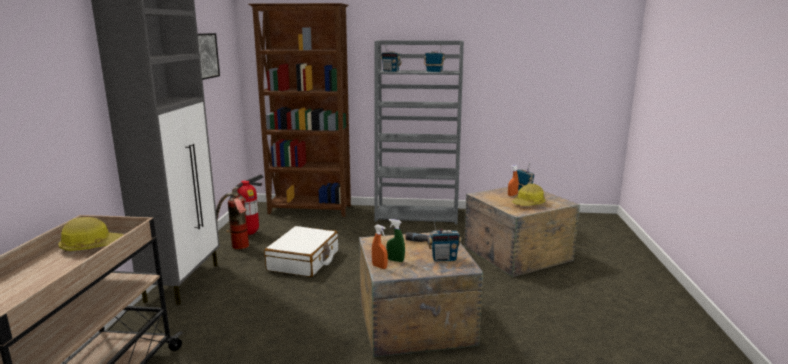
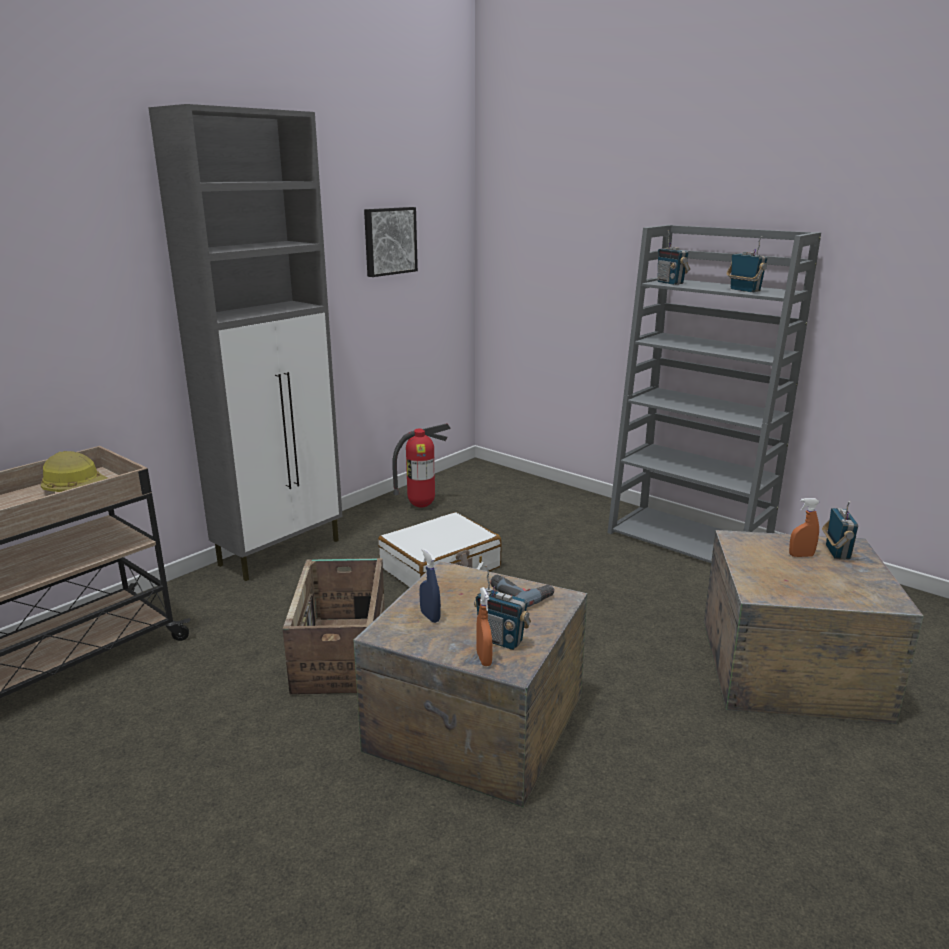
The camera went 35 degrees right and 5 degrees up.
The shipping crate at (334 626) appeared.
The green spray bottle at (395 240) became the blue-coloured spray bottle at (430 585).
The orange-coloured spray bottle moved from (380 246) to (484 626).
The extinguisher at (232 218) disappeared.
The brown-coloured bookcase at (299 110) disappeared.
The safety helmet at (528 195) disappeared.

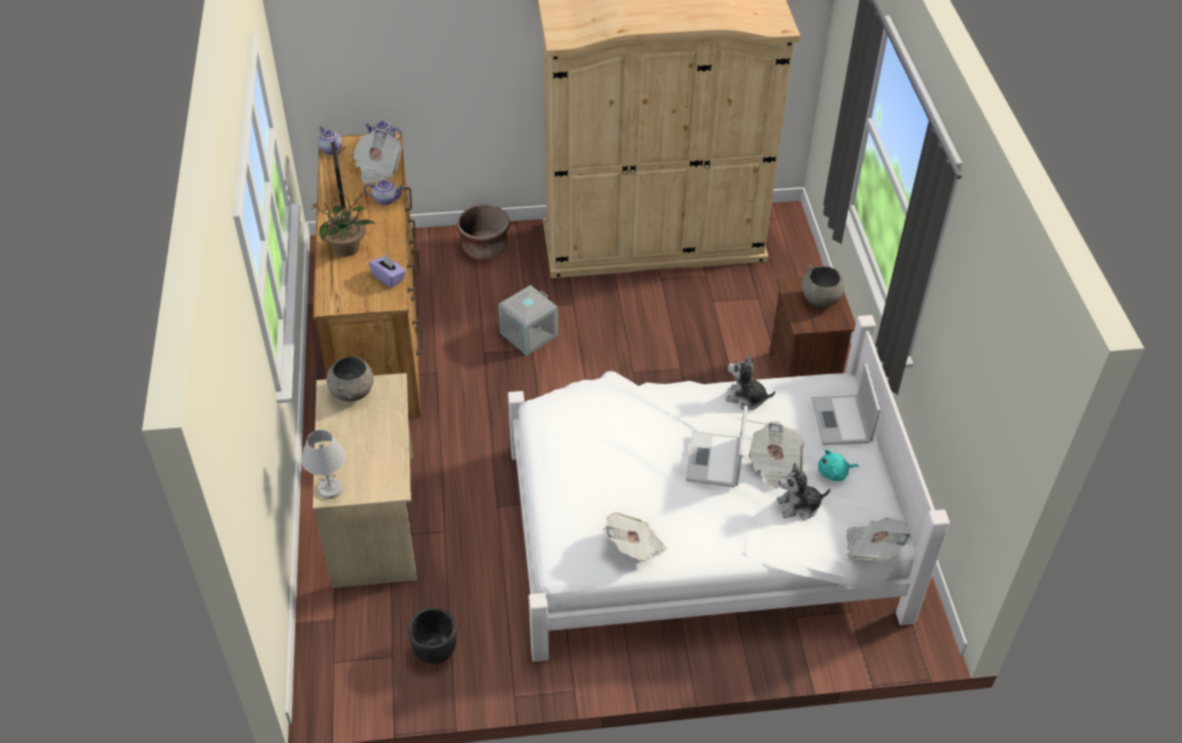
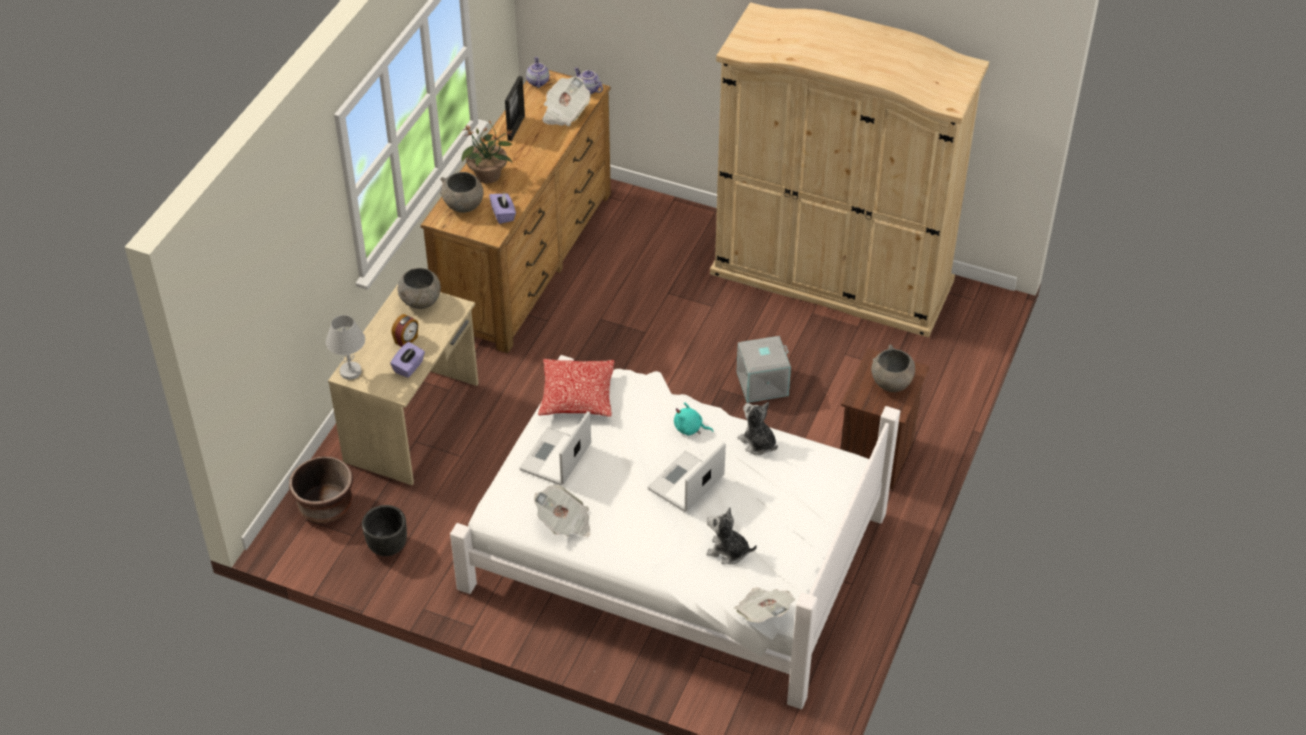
The camera went 30 degrees right and 0 degrees up.
The brown-coloured flower pot moved from (483 232) to (321 489).
The purplish box of tissues at (407 360) appeared.
The table clock at (404 330) appeared.
The grey serving bowl at (461 192) appeared.
The notebook computer moved from (845 404) to (555 448).
The throw pillow at (576 388) appeared.
The blue-green soft toy moved from (838 465) to (694 418).
The grey storage container moved from (528 320) to (763 369).
The teapot at (384 192) disappeared.
The printed paper at (776 455) disappeared.

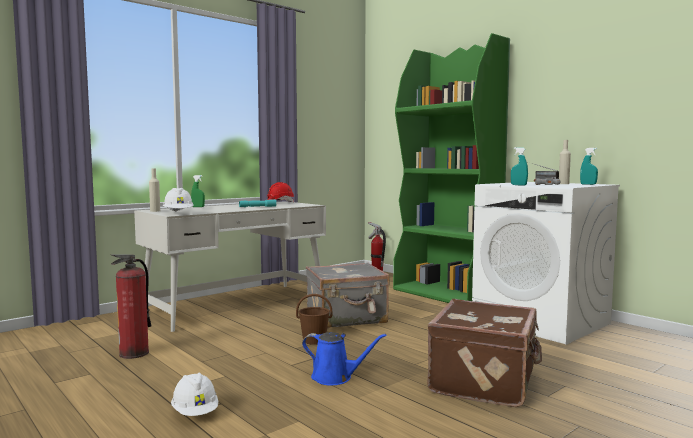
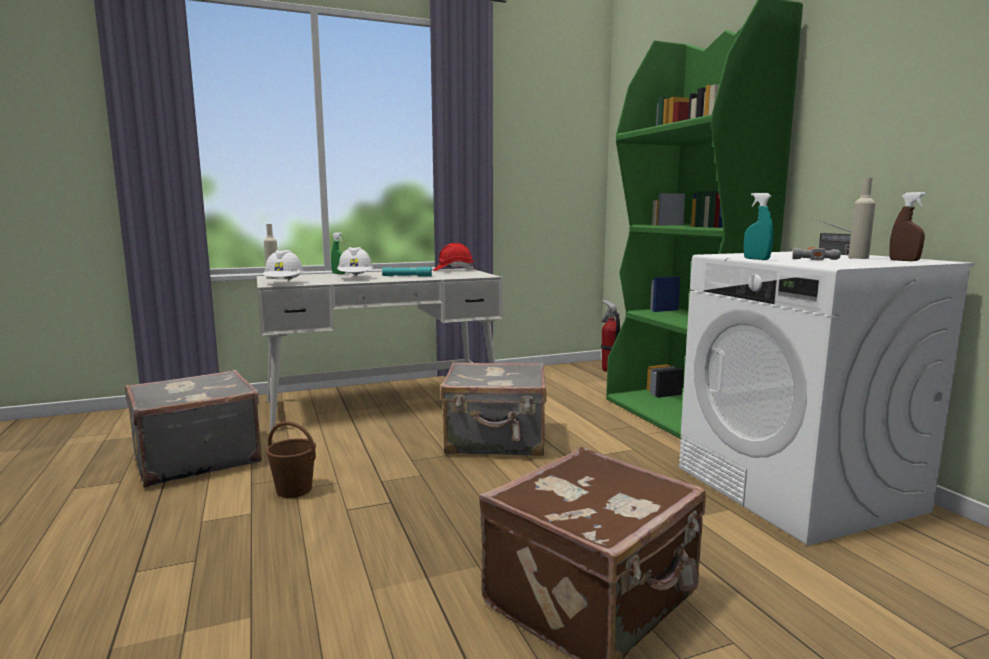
The camera went 20 degrees right and 5 degrees up.
The extinguisher at (131 307) was replaced by the grey travel case at (193 428).
The brown-coloured bucket moved from (314 319) to (291 459).
The whitish safety helmet moved from (194 394) to (355 261).
The blue-green spray bottle at (589 166) became the brown-coloured spray bottle at (907 226).
The blue-coloured watering can at (344 358) disappeared.

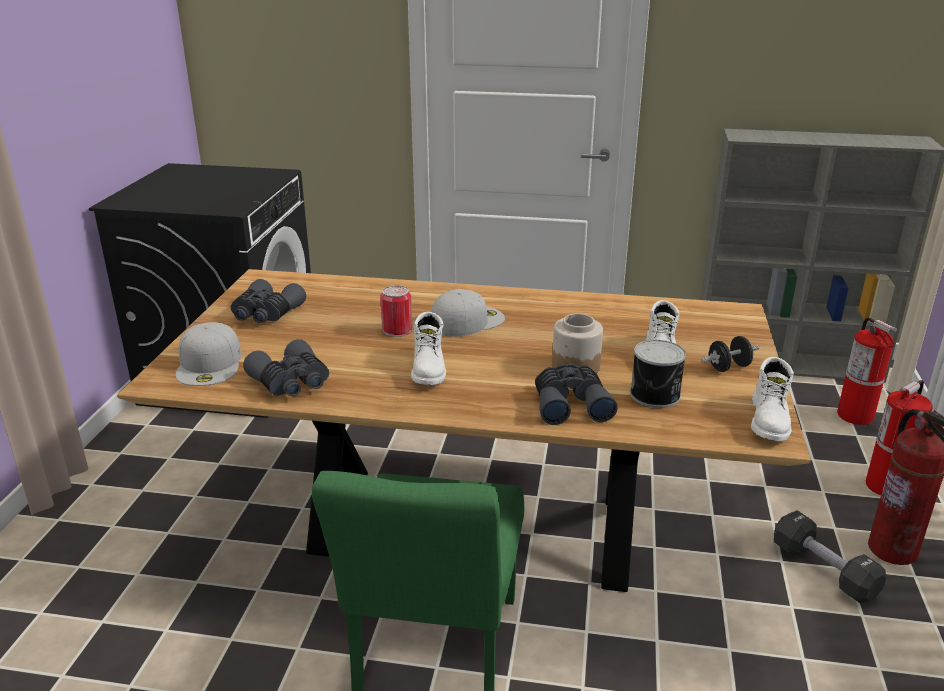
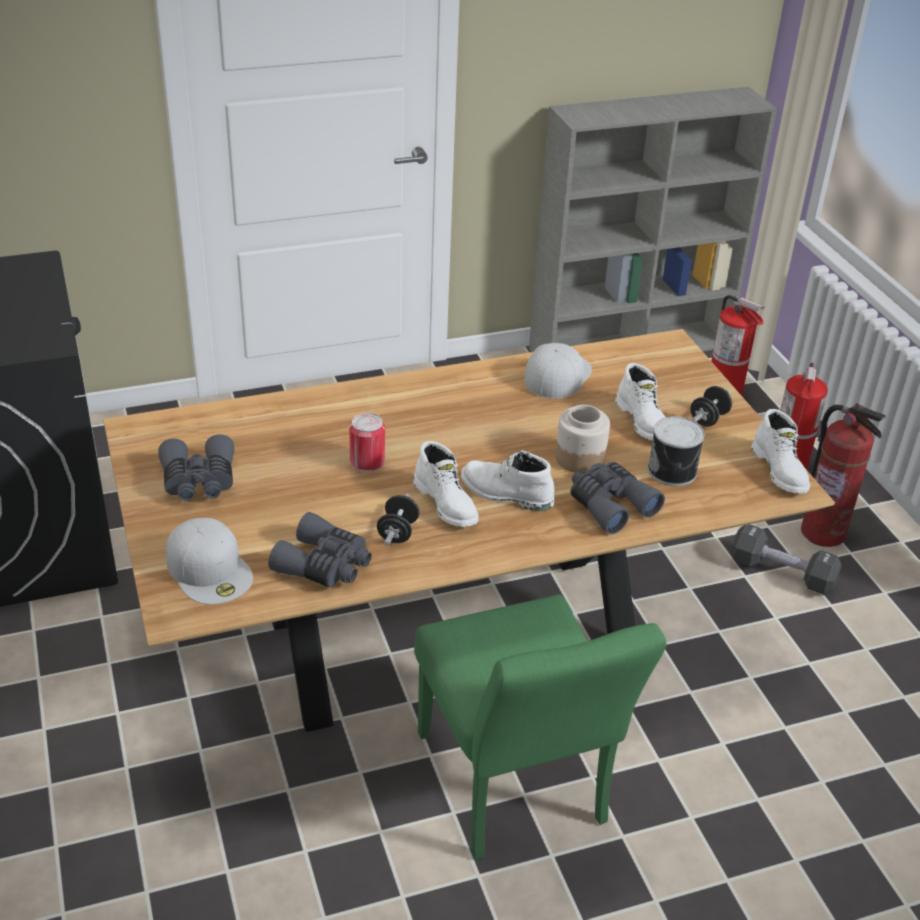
The camera went 30 degrees left and 10 degrees up.
The black-coloured free weight at (398 519) appeared.
The whitish high-top boot at (507 480) appeared.
The whitish baseball cap moved from (468 313) to (558 371).

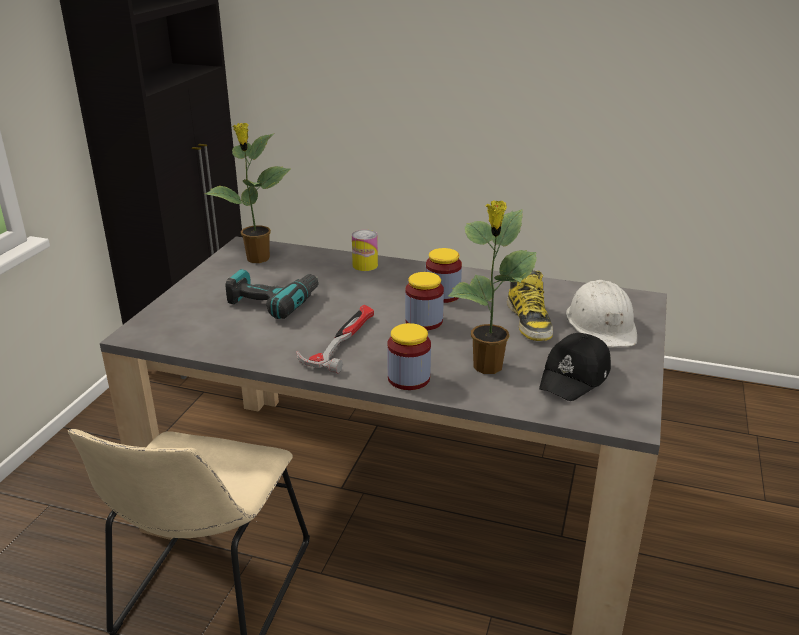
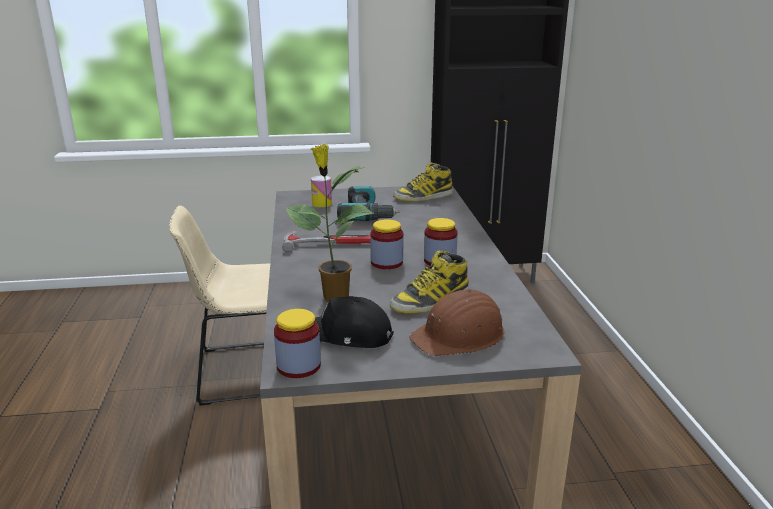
The camera went 65 degrees right and 5 degrees down.
The preserve jar moved from (409 356) to (297 343).
The sealed can moved from (365 250) to (321 191).
The plant in a pot at (247 193) was replaced by the high-top boot at (423 182).
The whitish safety helmet at (601 313) became the brown-coloured safety helmet at (456 322).

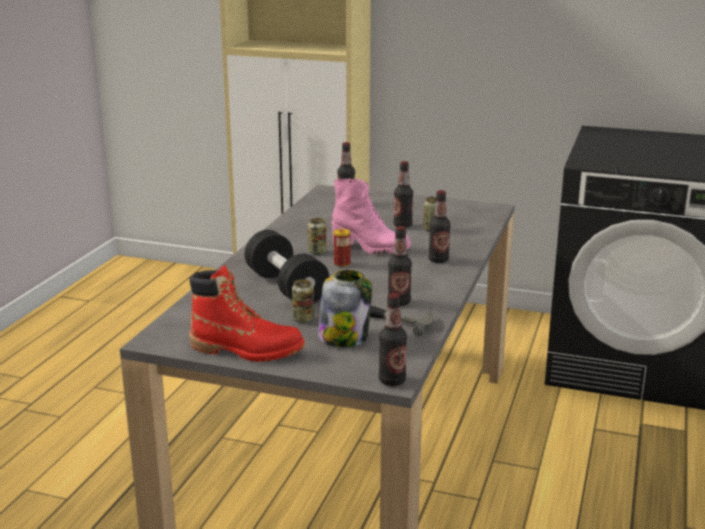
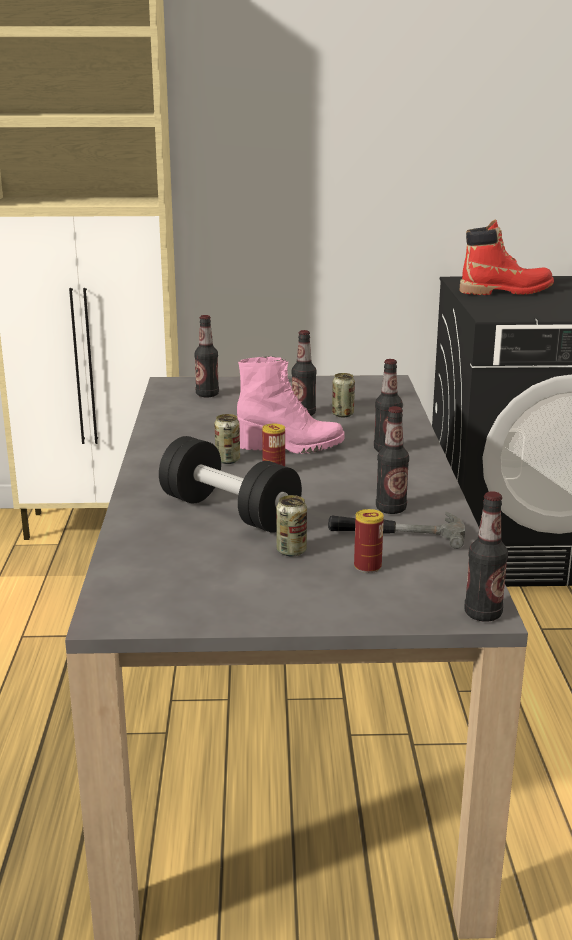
The camera went 20 degrees left and 0 degrees up.
The preserve jar at (345 308) was replaced by the sealed can at (369 541).
The red high-top boot moved from (247 313) to (506 257).

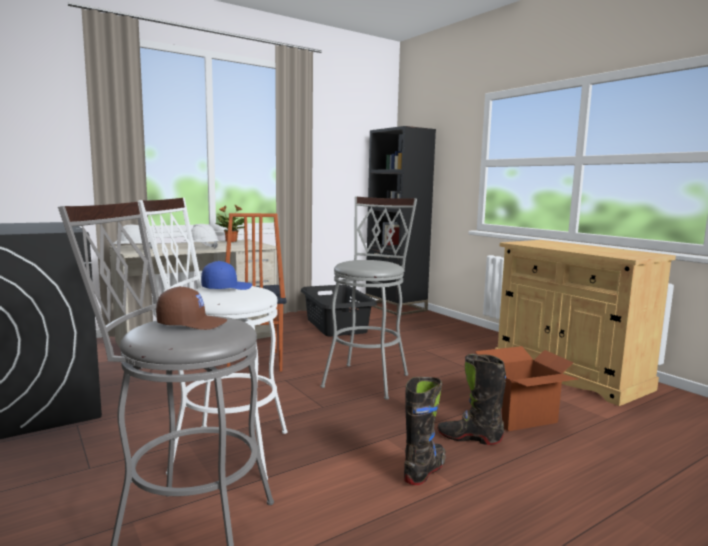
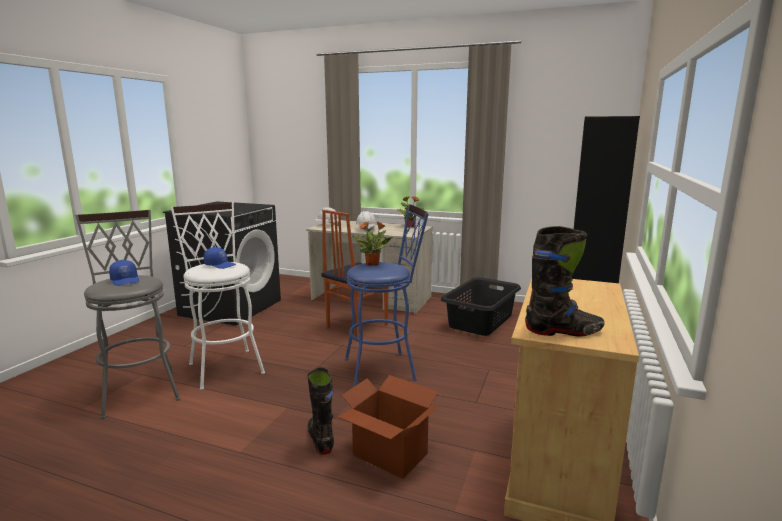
The camera went 55 degrees right and 5 degrees up.
The brown-coloured baseball cap at (191 308) became the blue-coloured baseball cap at (124 273).
The grey stool seat at (369 298) became the blue-coloured stool seat at (387 295).
The plant in a pot at (372 243) appeared.
The black-coloured high-top boot moved from (425 431) to (564 281).

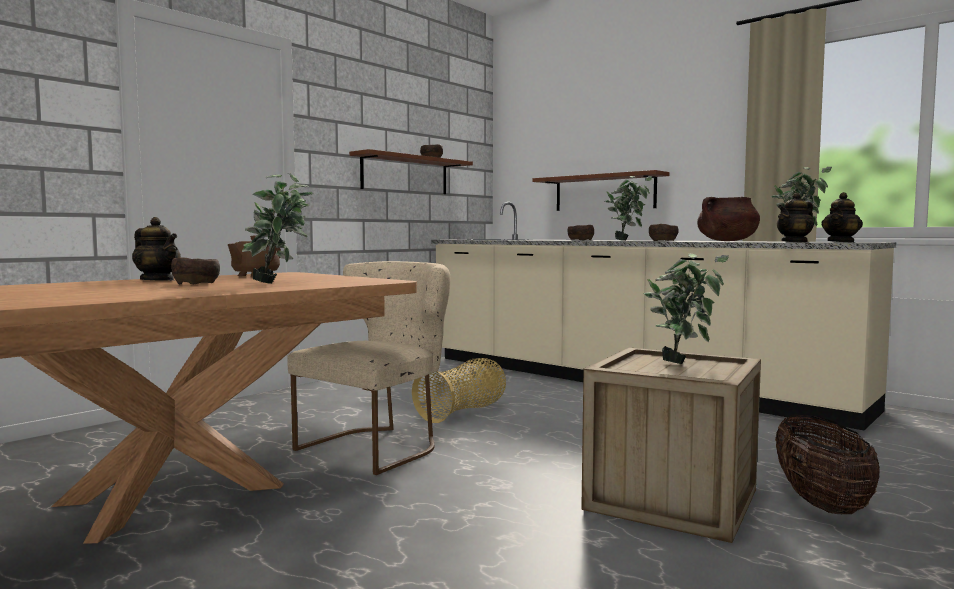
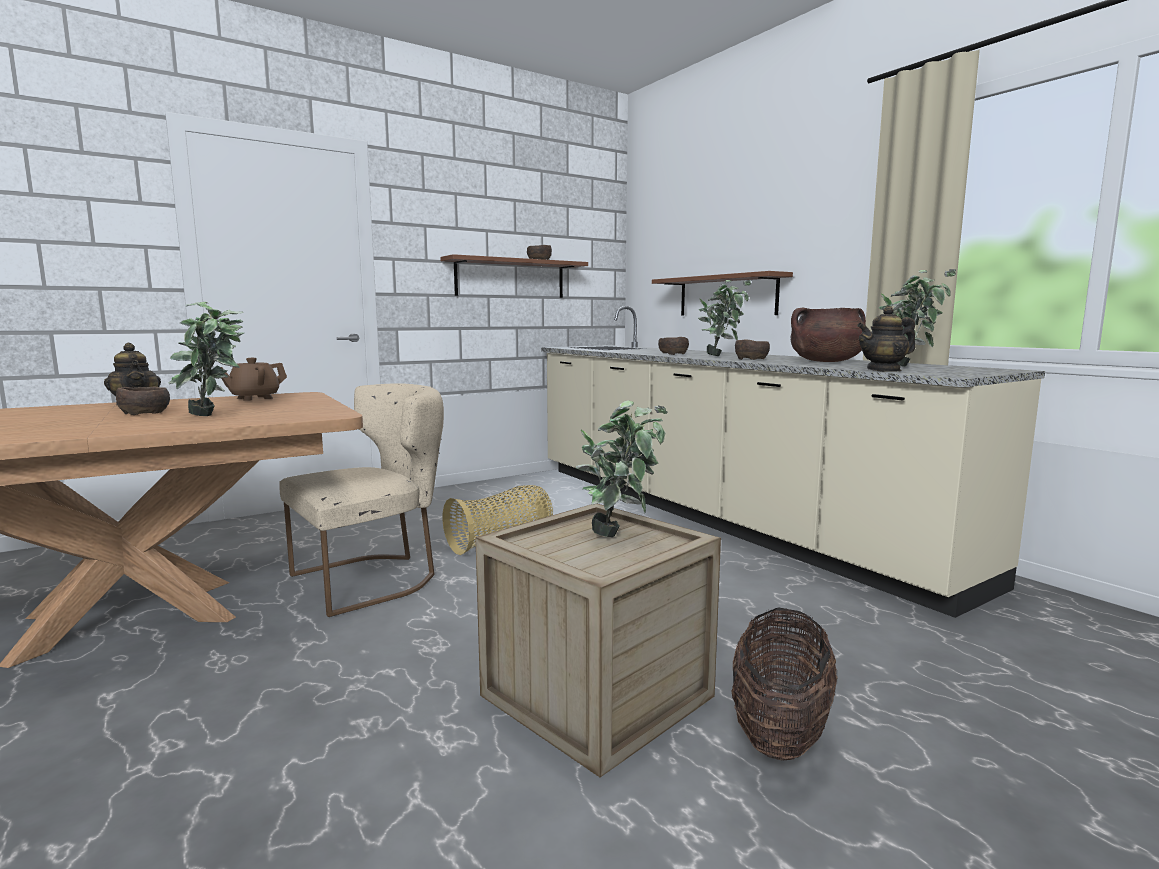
The camera went 15 degrees right and 5 degrees up.
The teapot at (842 217) disappeared.

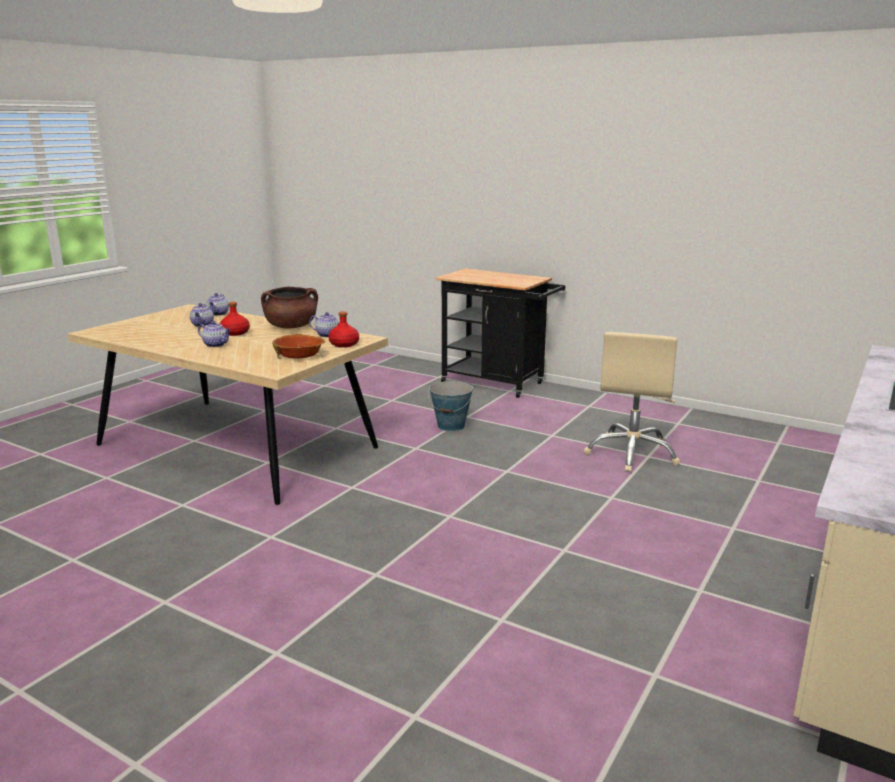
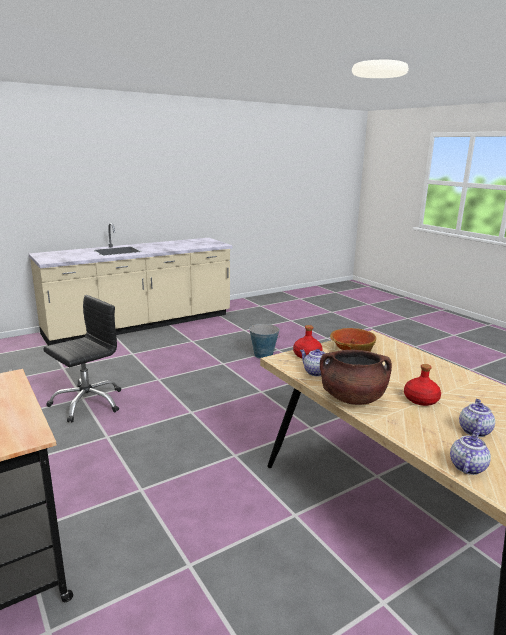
The camera went 155 degrees left and 0 degrees up.
The beige desk chair at (632 402) became the black-coloured desk chair at (82 358).
The bucket moved from (450 406) to (264 341).
The teapot at (214 334) disappeared.

